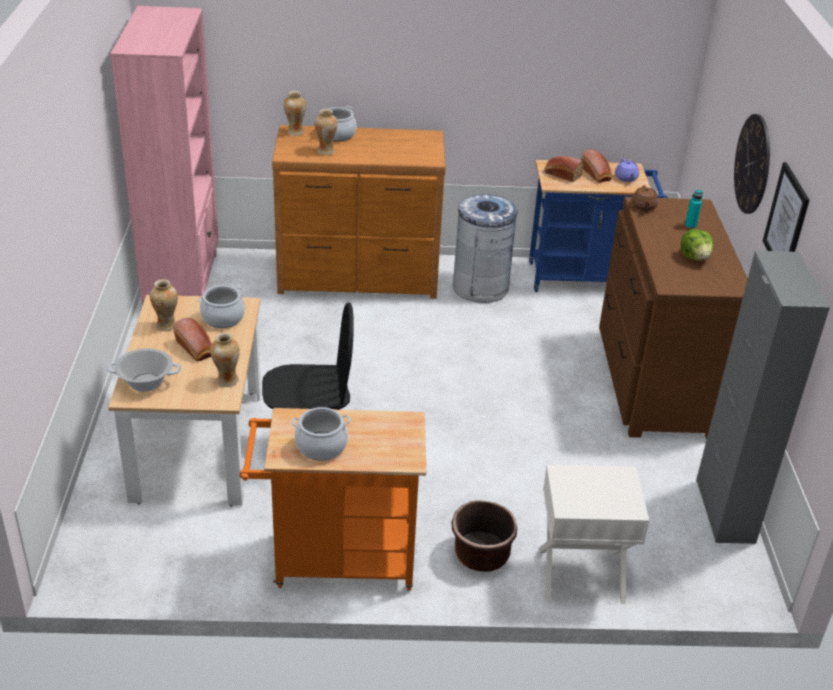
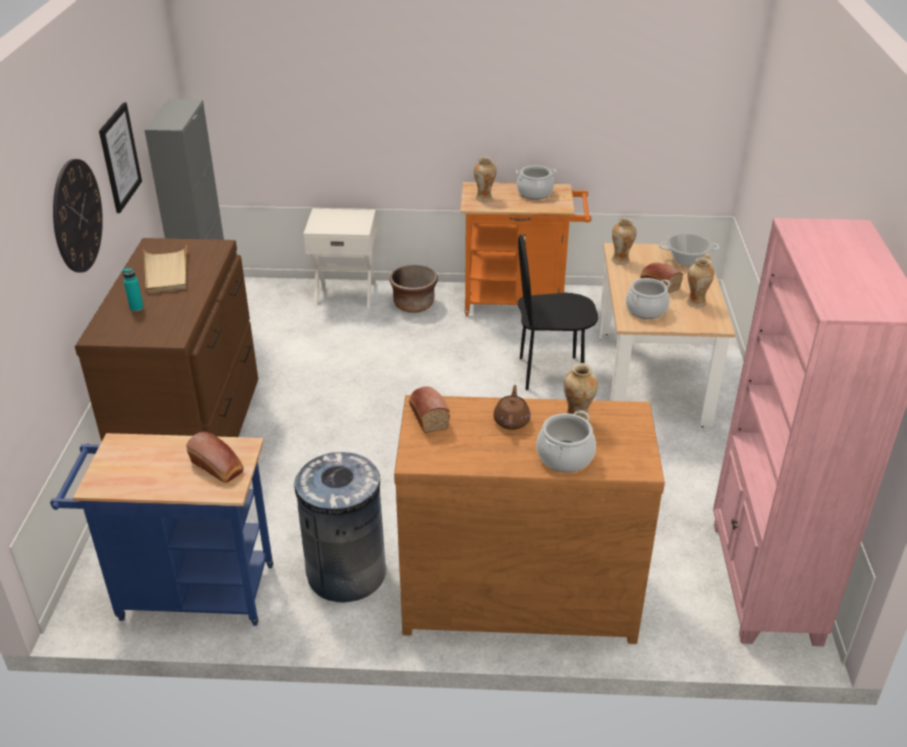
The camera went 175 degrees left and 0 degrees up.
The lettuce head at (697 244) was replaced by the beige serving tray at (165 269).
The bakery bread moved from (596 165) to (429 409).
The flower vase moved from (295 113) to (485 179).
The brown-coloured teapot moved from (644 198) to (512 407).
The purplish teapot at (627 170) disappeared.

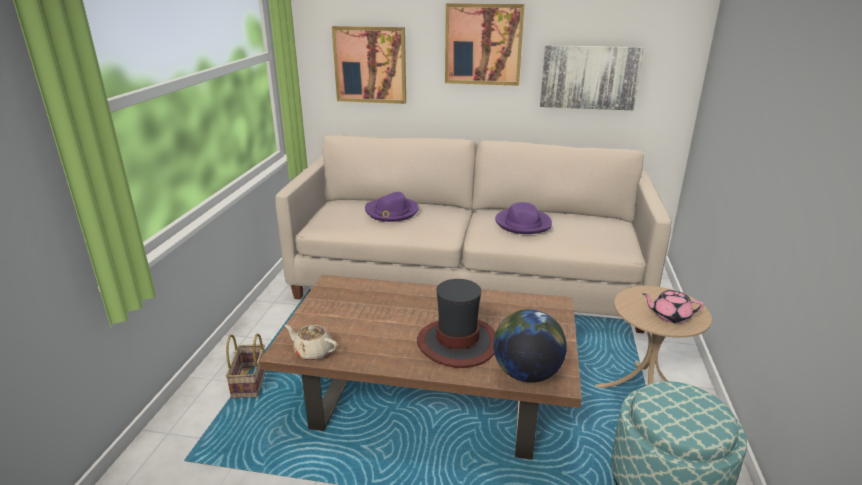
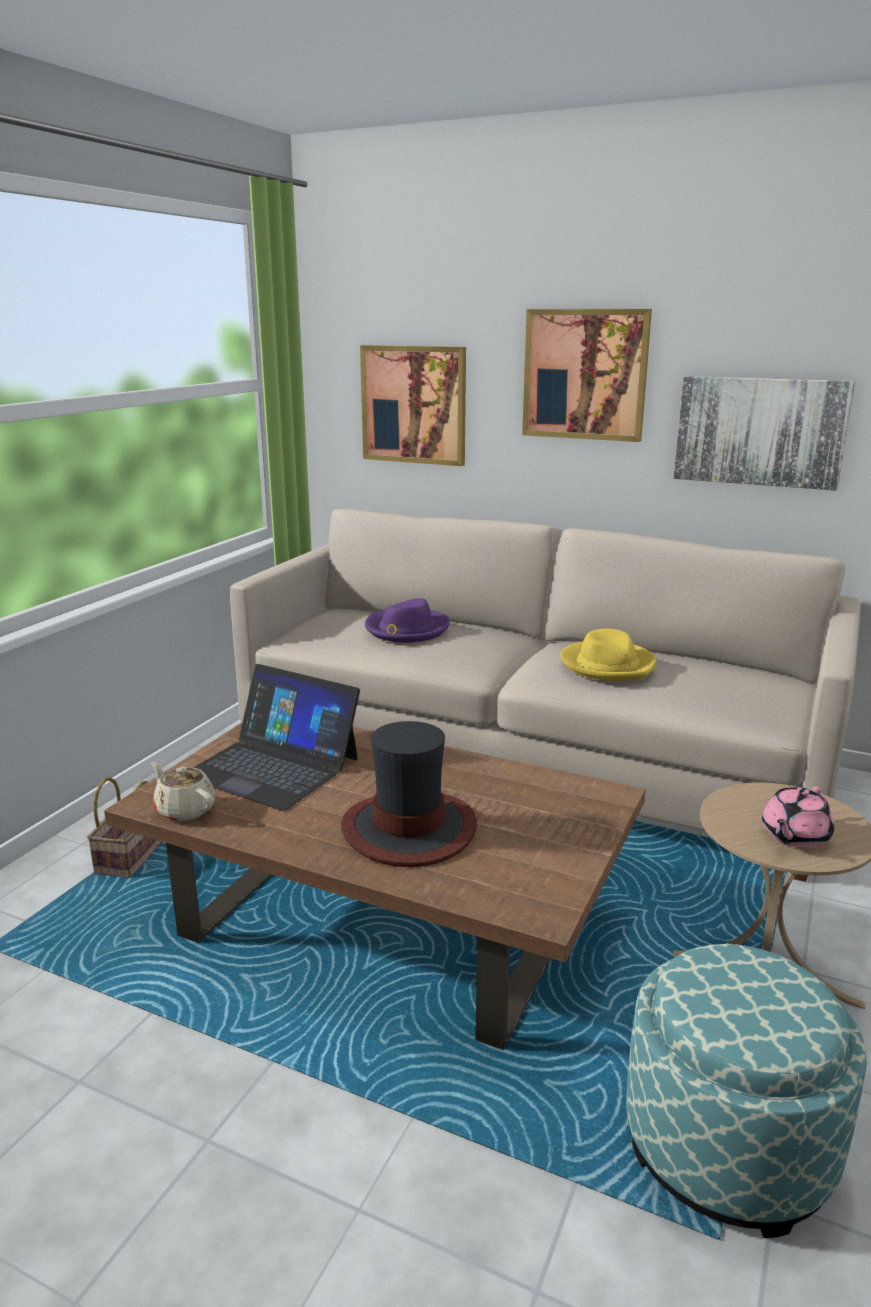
The camera went 15 degrees right and 5 degrees down.
The notebook computer at (276 737) appeared.
The purplish clothing hat at (523 218) became the yellow clothing hat at (608 655).
The pink-coloured teapot at (673 306) turned 75 degrees counterclockwise.
The desk globe at (530 346) disappeared.

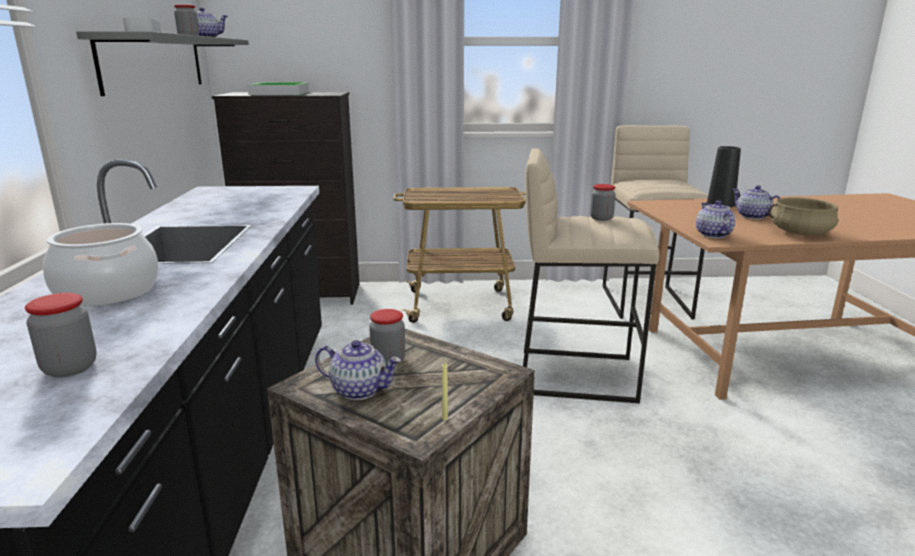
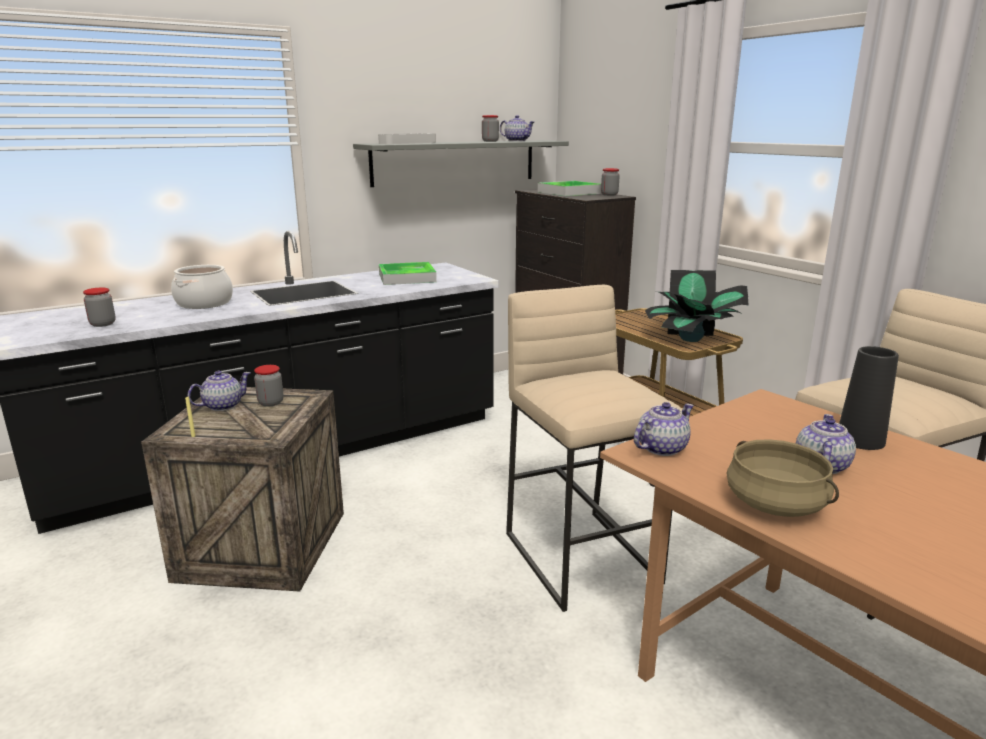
The camera went 60 degrees right and 0 degrees up.
The teapot at (358 370) turned 120 degrees counterclockwise.
The serving tray at (408 273) appeared.
The preserve jar moved from (603 202) to (610 182).
The plant in a pot at (697 306) appeared.

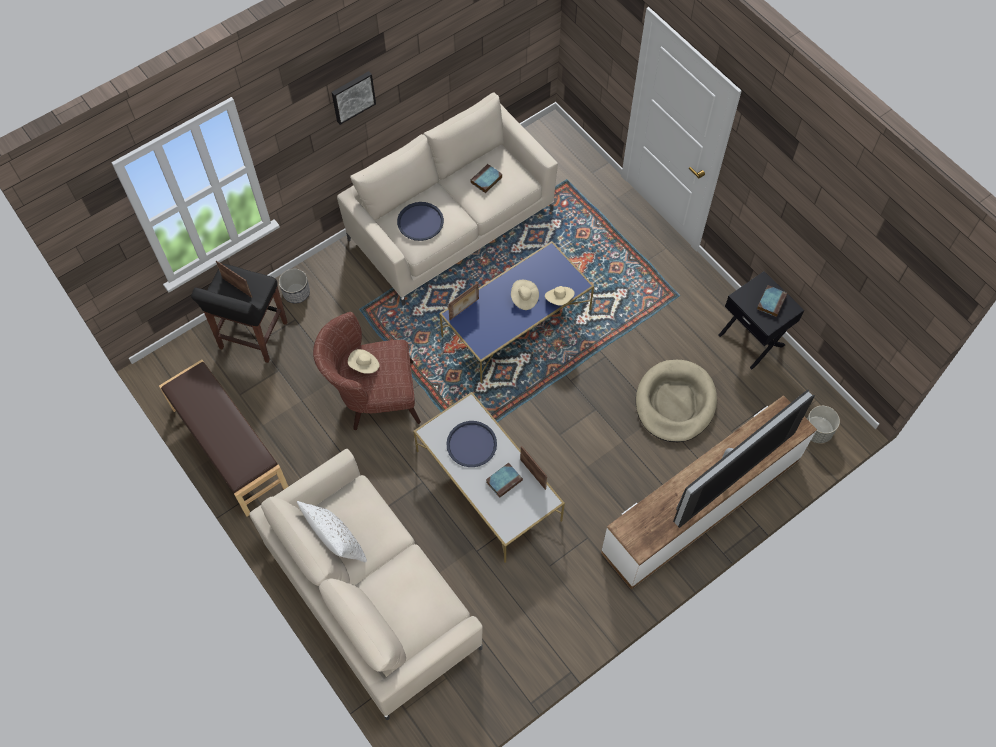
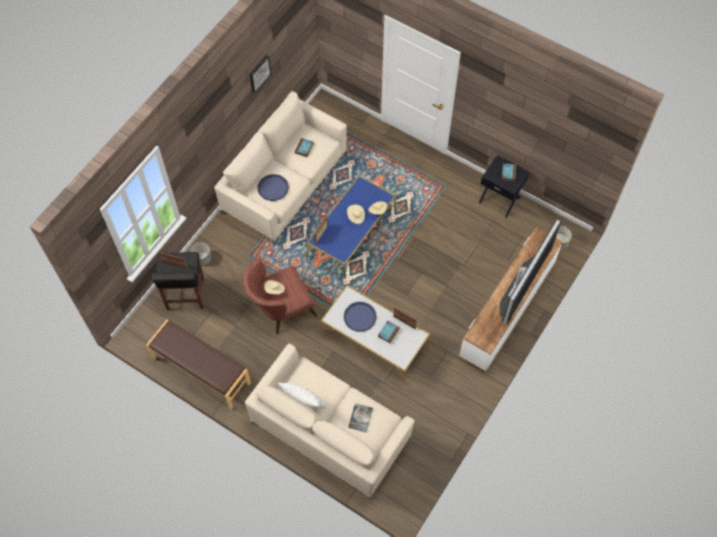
The camera went 20 degrees left and 0 degrees up.
The picture moved from (354 98) to (260 74).
The volume at (360 417) appeared.
The beige dog cushion at (676 401) disappeared.

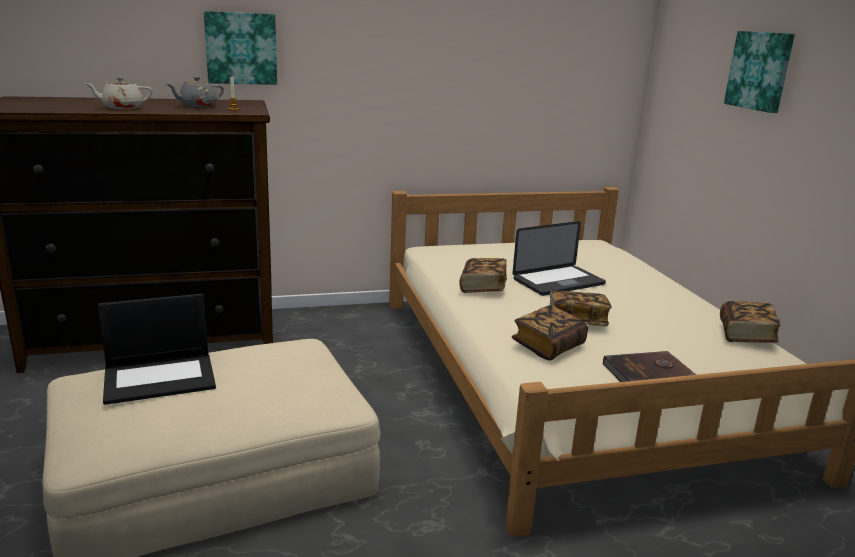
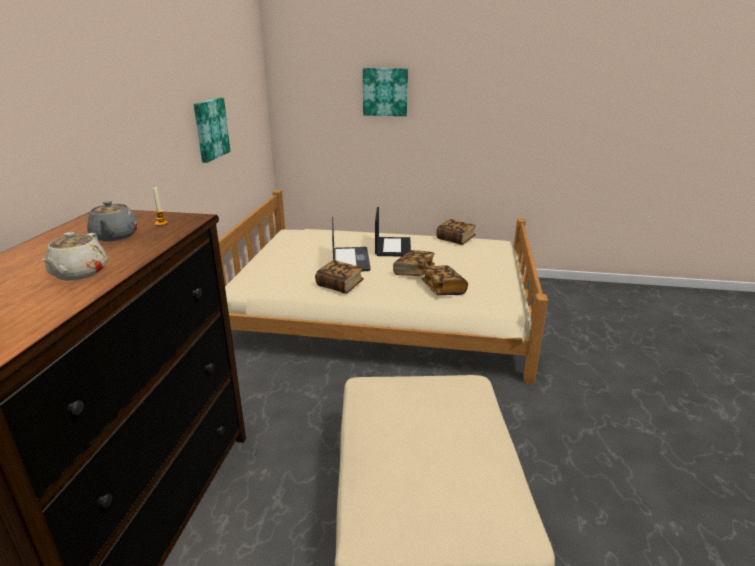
The camera went 65 degrees left and 5 degrees up.
The picture moved from (240 48) to (212 130).
The notebook computer moved from (157 349) to (393 232).
The brown-coloured volume at (649 366) disappeared.

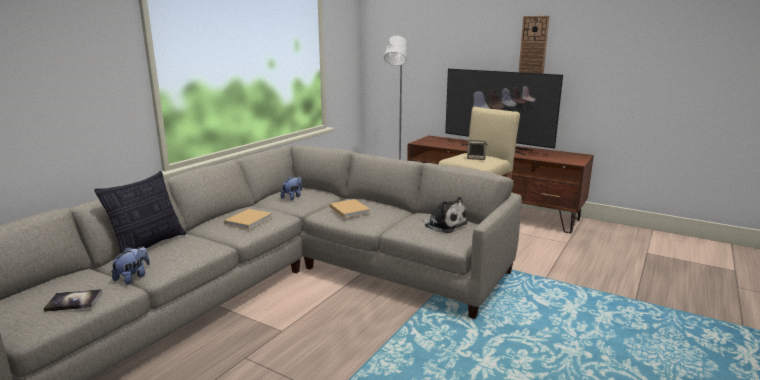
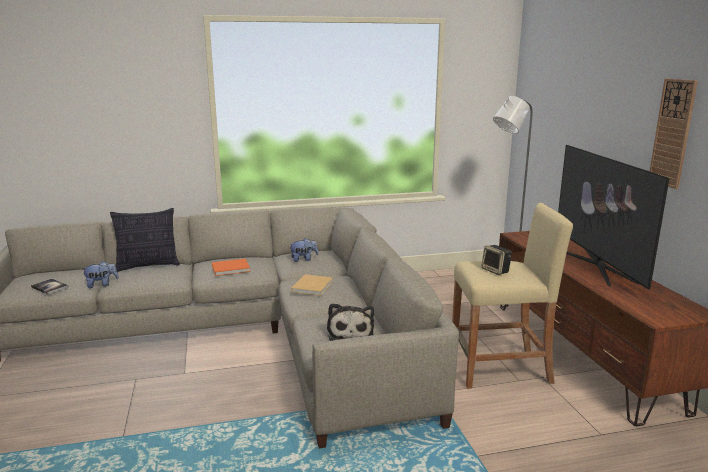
The camera went 45 degrees right and 0 degrees up.
The beige volume at (248 219) became the orange-coloured volume at (231 267).

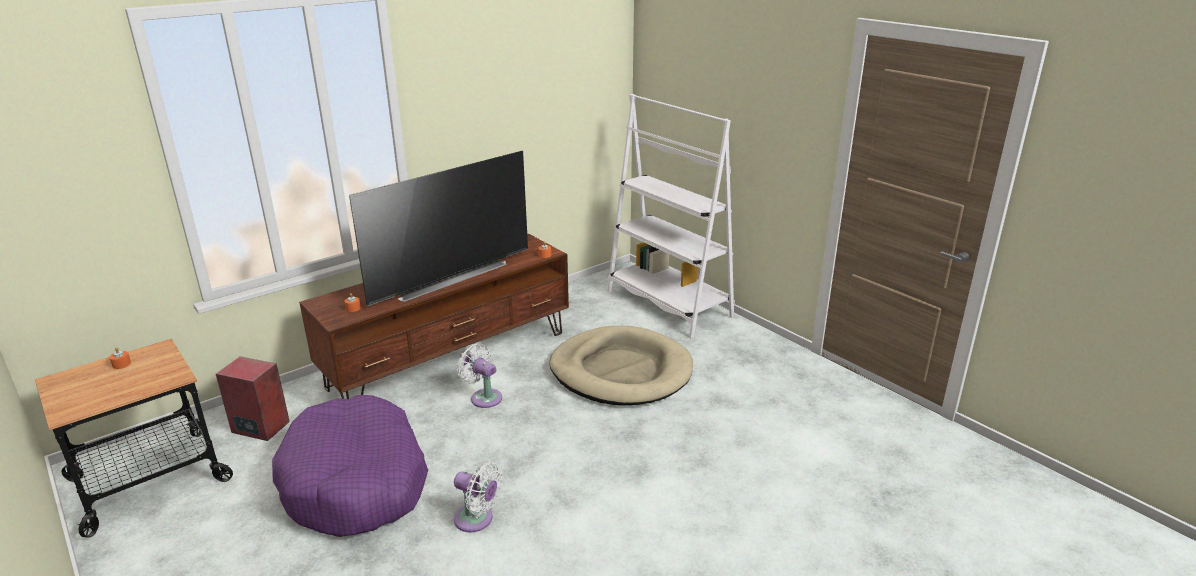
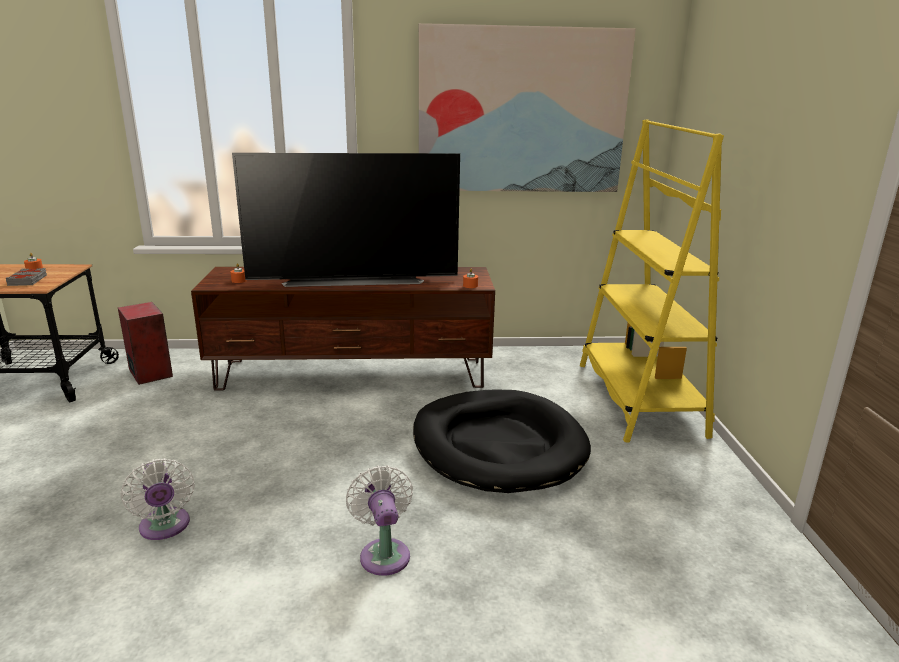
The camera went 35 degrees right and 5 degrees down.
The grey volume at (26 277) appeared.
The whitish cooling fan moved from (479 375) to (379 520).
The beige dog cushion at (621 365) became the black-coloured dog cushion at (502 441).
The picture at (527 107) appeared.
The whitish bookcase at (671 216) became the yellow bookcase at (652 281).
The purplish dog cushion at (350 466) disappeared.

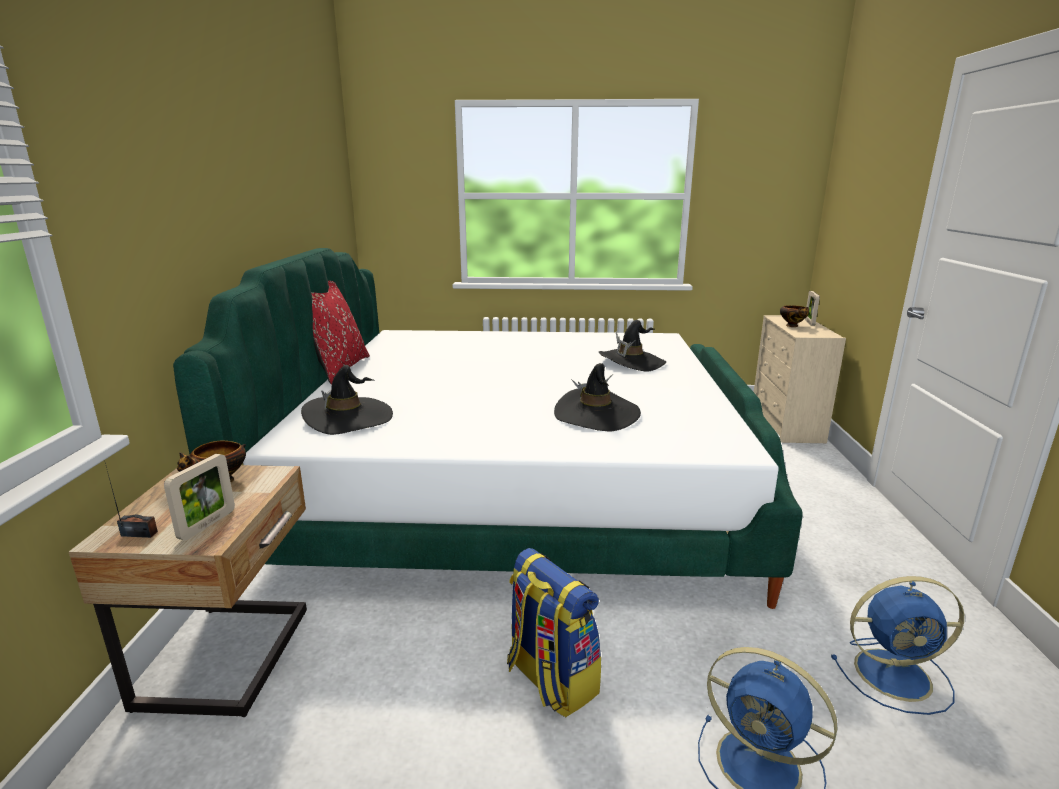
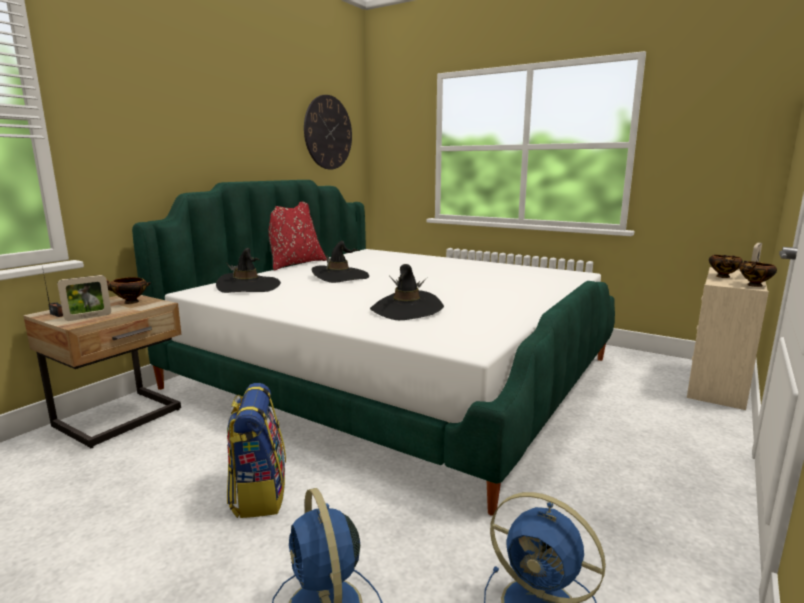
The camera went 30 degrees right and 5 degrees down.
The hanging clock at (328 132) appeared.
The black-coloured clothing hat moved from (632 346) to (340 262).
The serving bowl at (758 274) appeared.

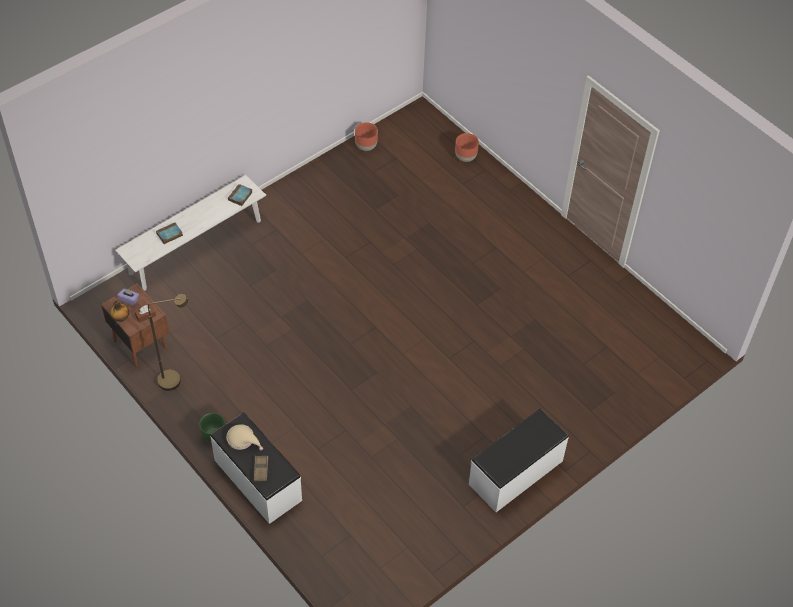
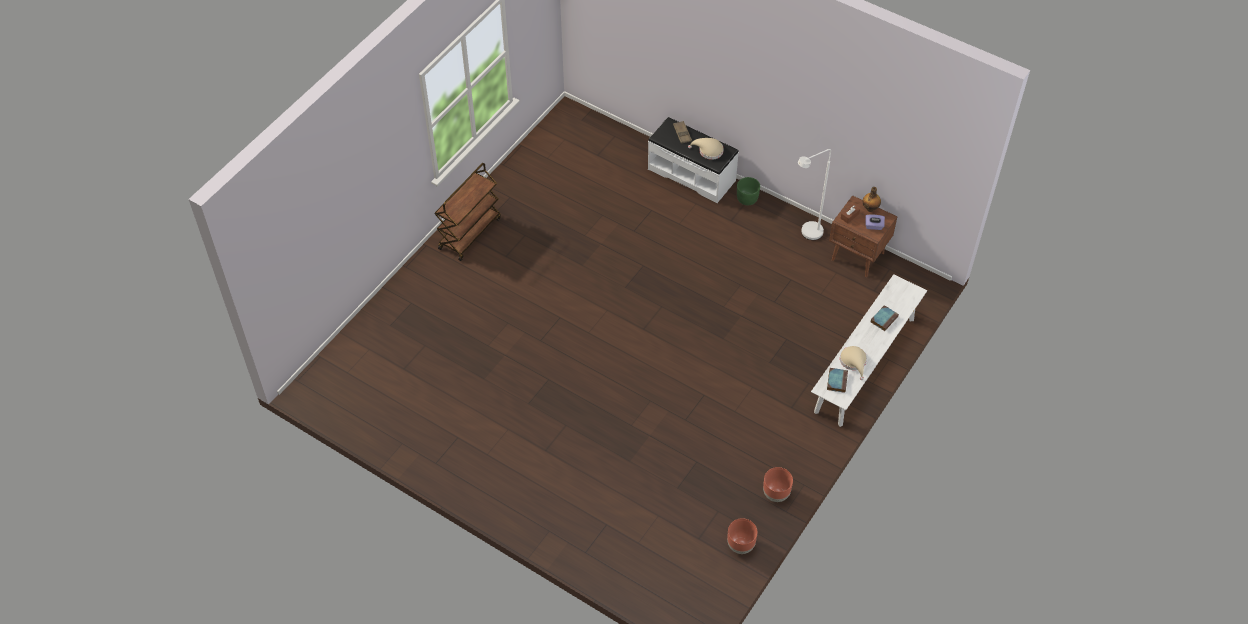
The camera went 165 degrees right and 0 degrees up.
The whitish indoor bench at (519 460) was replaced by the brown-coloured wheeled cart at (467 212).
The brown-coloured flower pot moved from (467 147) to (778 484).
The brown-coloured standing lamp at (168 342) became the whitish standing lamp at (814 194).
The beige clothing hat at (853 363) appeared.

